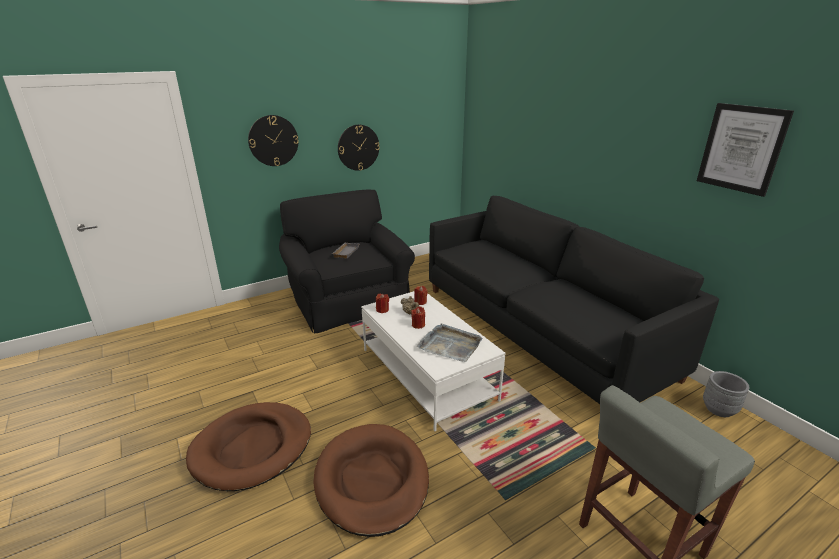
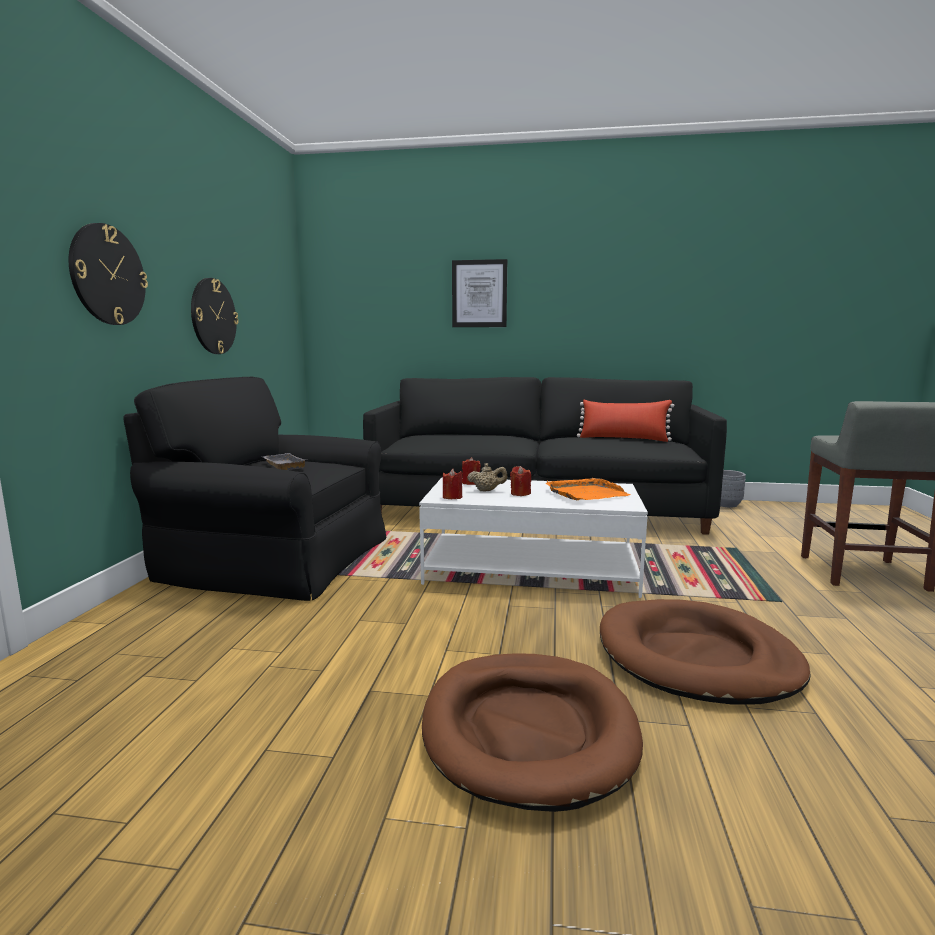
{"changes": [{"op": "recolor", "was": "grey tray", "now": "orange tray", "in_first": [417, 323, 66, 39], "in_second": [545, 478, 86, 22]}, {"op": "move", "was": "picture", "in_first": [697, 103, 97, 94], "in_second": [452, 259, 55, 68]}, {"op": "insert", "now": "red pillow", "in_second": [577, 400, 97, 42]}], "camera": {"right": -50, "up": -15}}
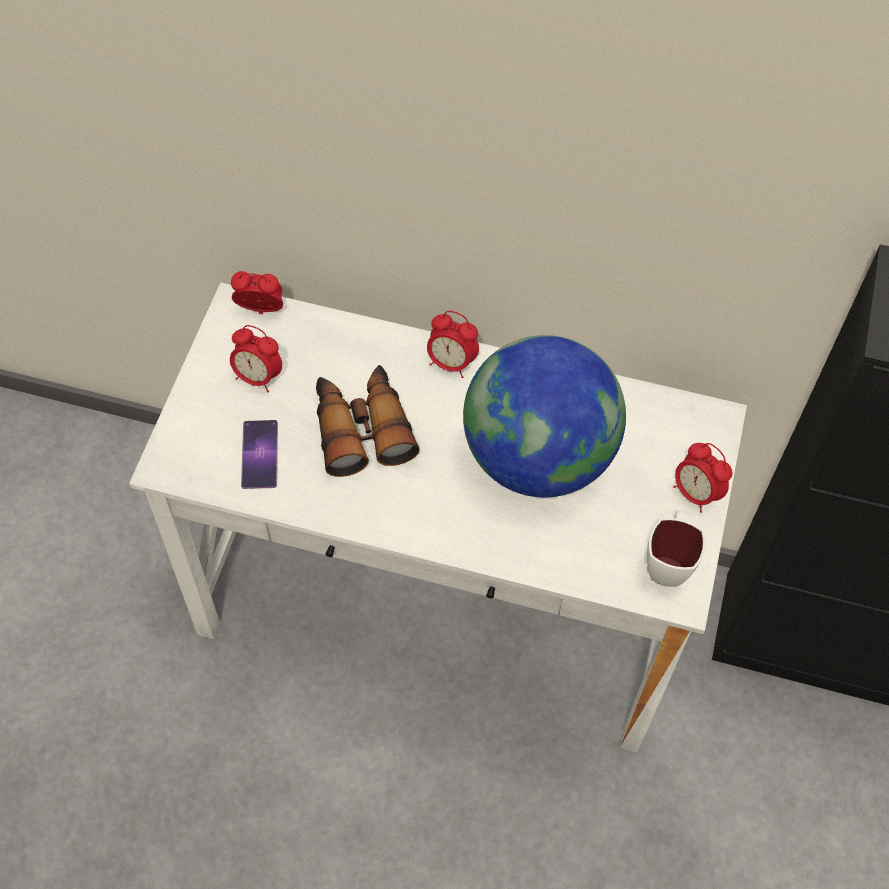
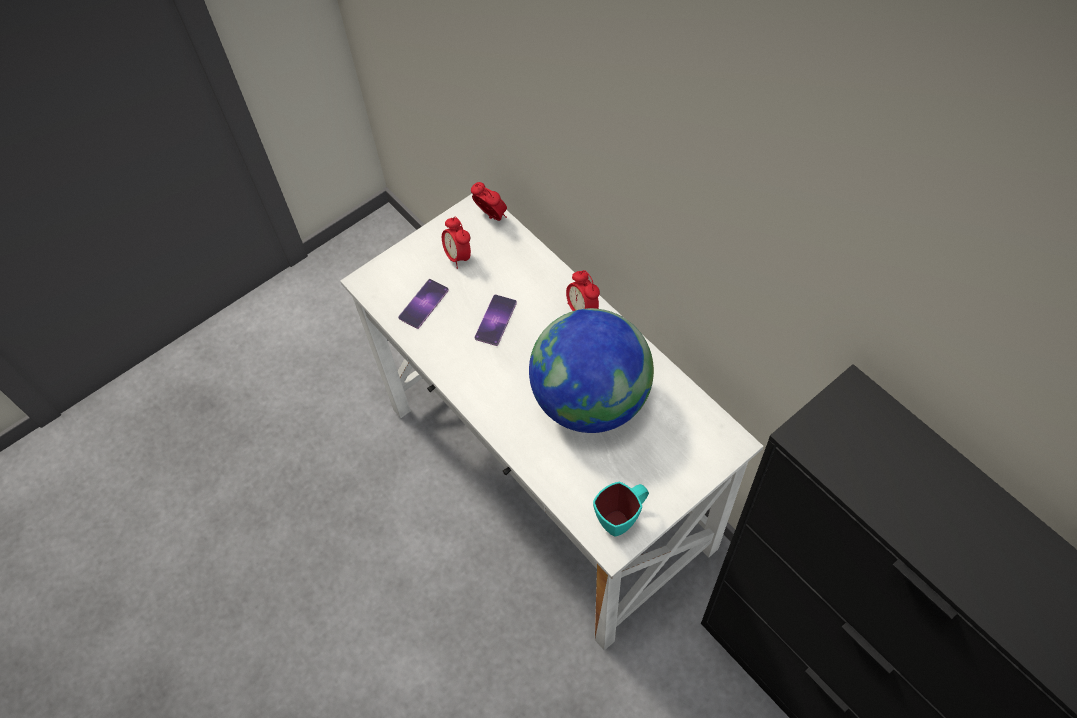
{"changes": [{"op": "replace", "was": "binoculars", "now": "phone", "in_first": [316, 365, 104, 112], "in_second": [474, 294, 43, 52]}, {"op": "recolor", "was": "white mug", "now": "turquoise mug", "in_first": [647, 510, 58, 77], "in_second": [593, 482, 56, 55]}, {"op": "delete", "was": "alarm clock", "in_first": [673, 443, 60, 70]}], "camera": {"right": 40, "up": 0}}
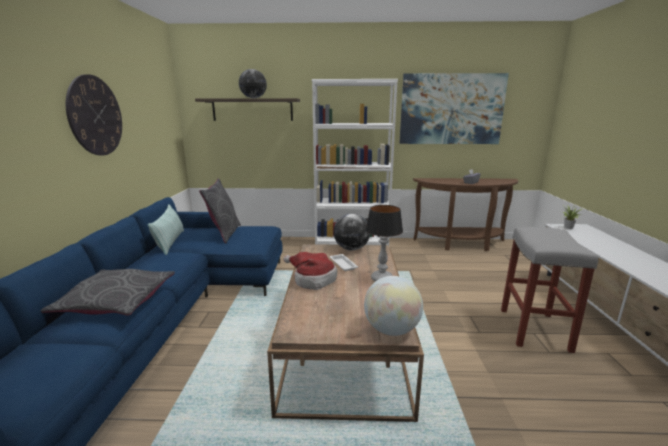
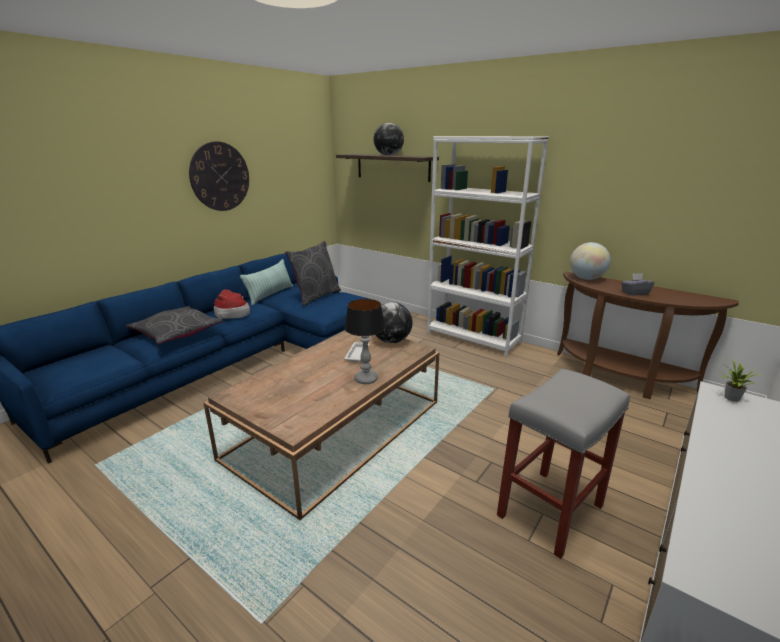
{"changes": [{"op": "move", "was": "hat", "in_first": [284, 252, 53, 38], "in_second": [214, 289, 36, 30]}, {"op": "move", "was": "globe", "in_first": [364, 276, 59, 60], "in_second": [570, 242, 40, 38]}, {"op": "delete", "was": "picture", "in_first": [399, 73, 110, 71]}], "camera": {"right": 35, "up": 5}}
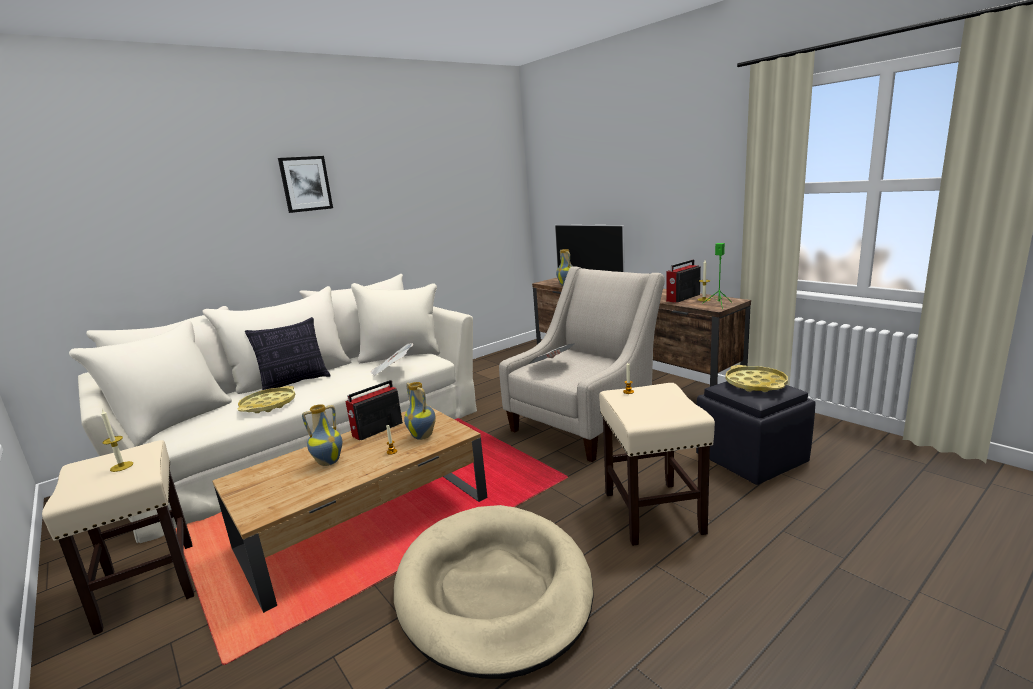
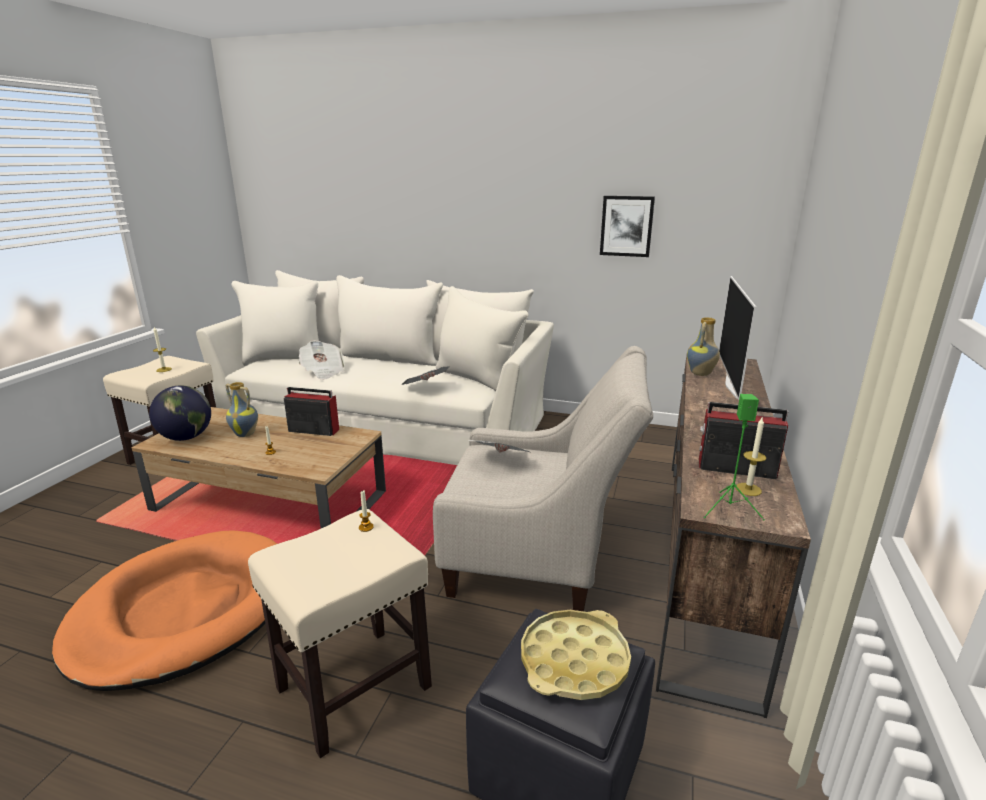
{"changes": [{"op": "replace", "was": "yellow tray", "now": "newspaper", "in_first": [238, 386, 57, 27], "in_second": [299, 340, 46, 40]}, {"op": "delete", "was": "pillow", "in_first": [245, 317, 86, 73]}, {"op": "move", "was": "picture", "in_first": [278, 156, 55, 57], "in_second": [600, 196, 55, 61]}, {"op": "recolor", "was": "beige dog bed", "now": "orange dog bed", "in_first": [394, 505, 200, 174], "in_second": [52, 530, 225, 161]}, {"op": "delete", "was": "vase", "in_first": [404, 382, 32, 58]}, {"op": "insert", "now": "globe", "in_second": [149, 385, 62, 56]}], "camera": {"right": 55, "up": 5}}
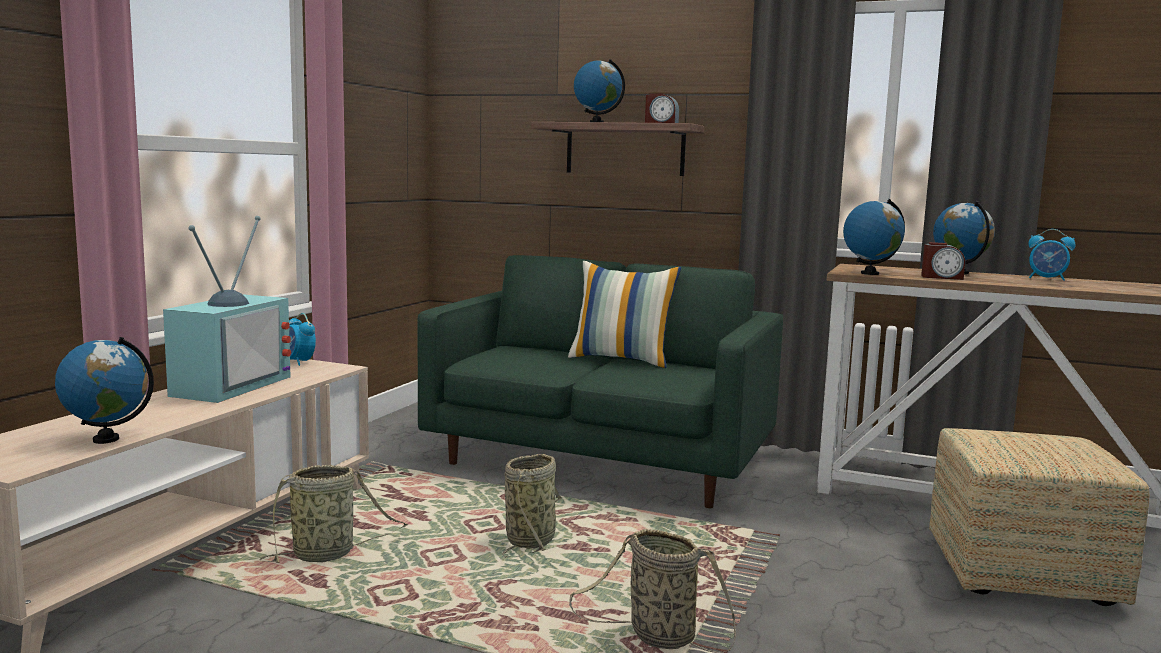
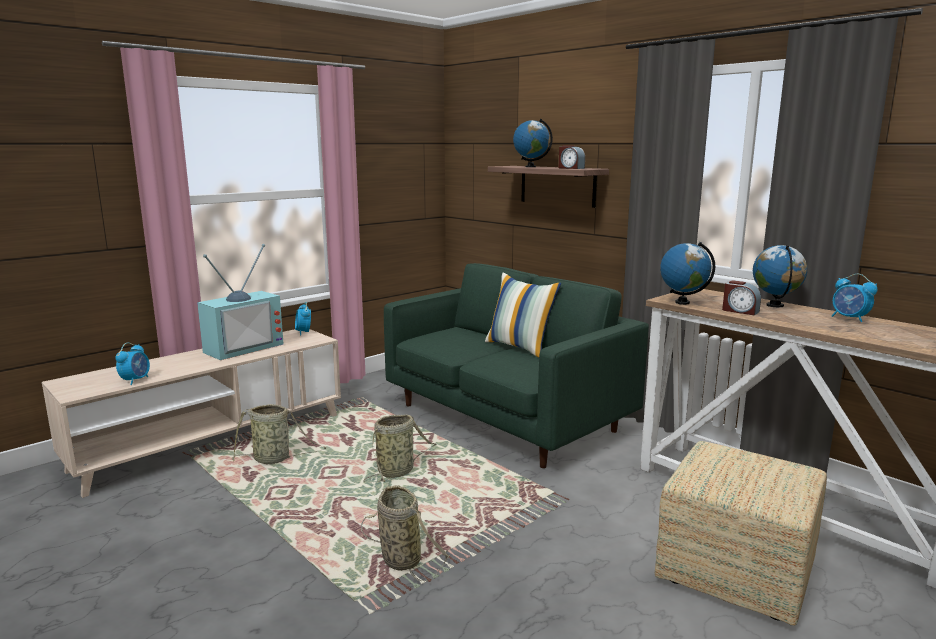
{"changes": [{"op": "replace", "was": "globe", "now": "alarm clock", "in_first": [55, 337, 99, 107], "in_second": [116, 343, 34, 42]}], "camera": {"right": 25, "up": 5}}
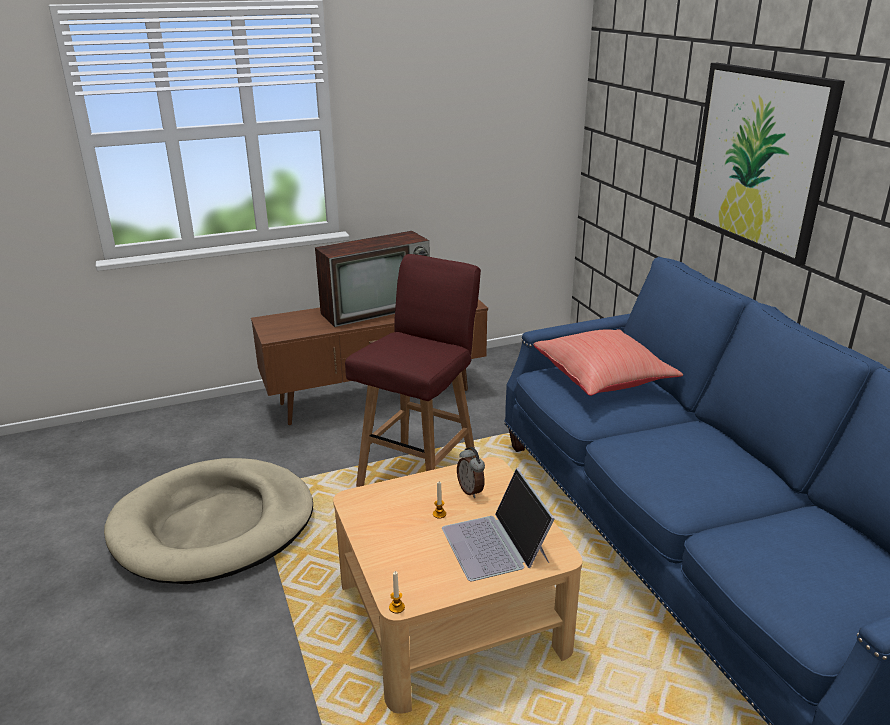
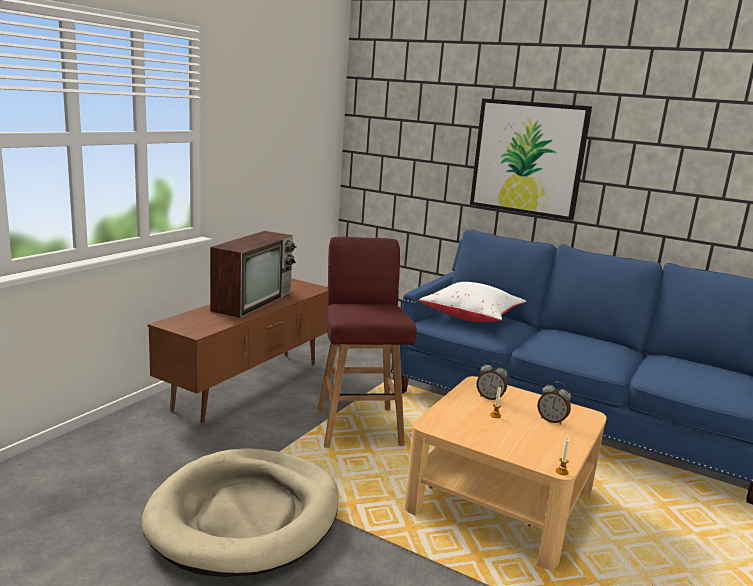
{"changes": [{"op": "replace", "was": "laptop", "now": "alarm clock", "in_first": [442, 468, 113, 113], "in_second": [538, 382, 33, 43]}, {"op": "recolor", "was": "red pillow", "now": "white pillow", "in_first": [533, 329, 150, 67], "in_second": [419, 282, 107, 40]}], "camera": {"right": -40, "up": -10}}
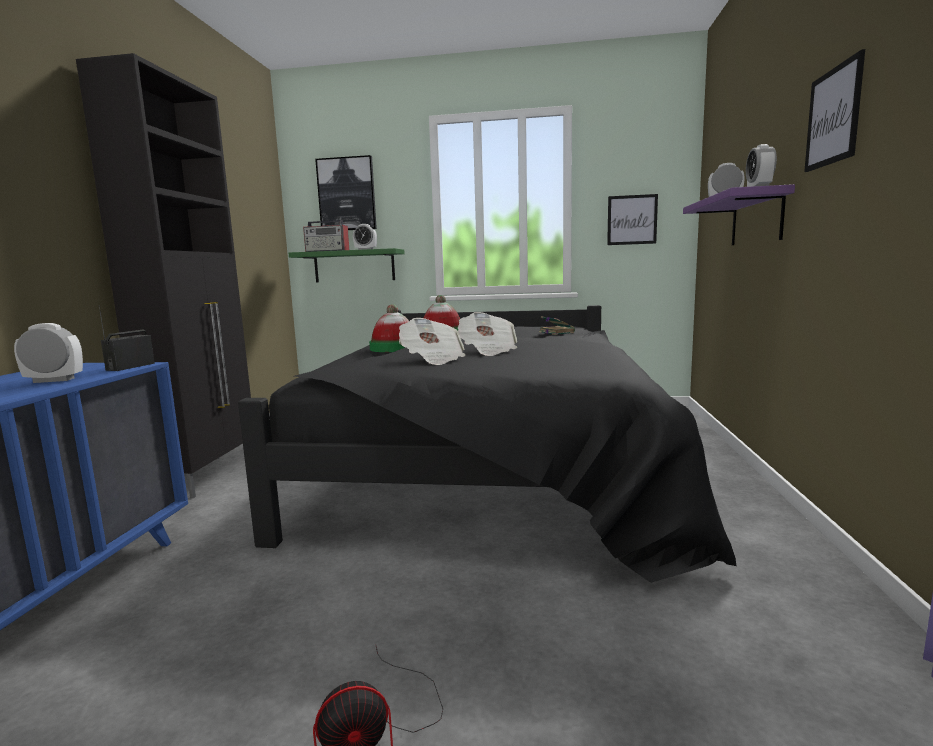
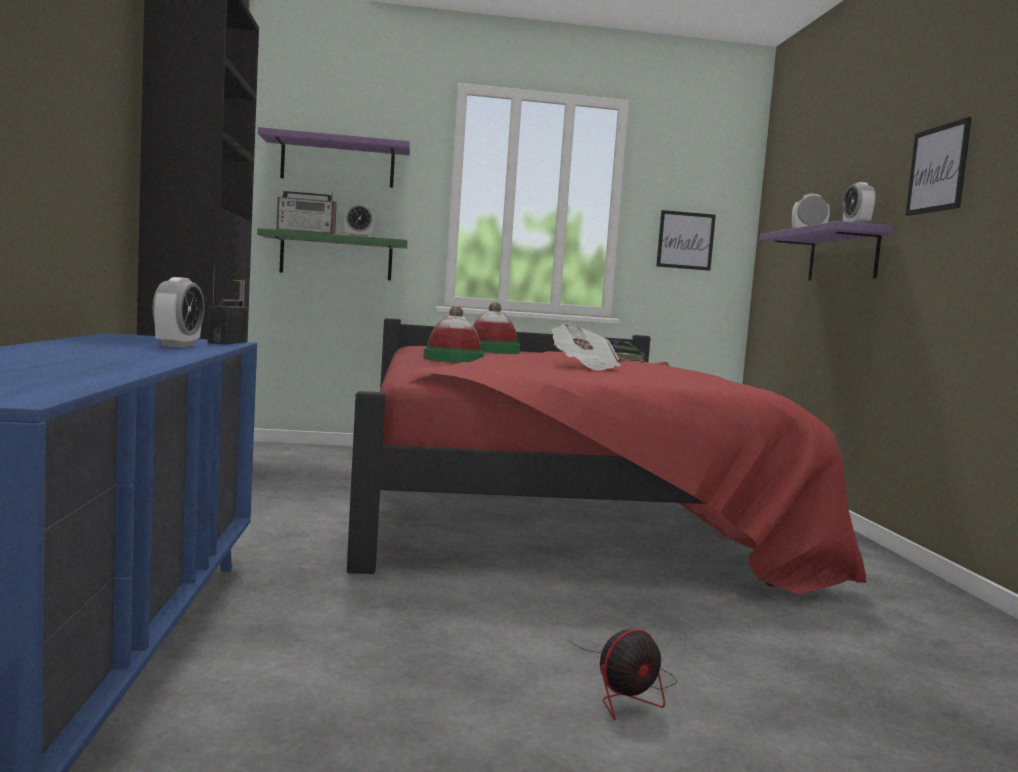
{"changes": [{"op": "rotate", "was": "alarm clock", "in_first": [14, 323, 69, 60], "in_second": [153, 277, 52, 71], "clockwise": 120}, {"op": "recolor", "was": "black bed", "now": "red bed", "in_first": [238, 305, 498, 278], "in_second": [347, 318, 519, 276]}, {"op": "replace", "was": "picture", "now": "purple shelf", "in_first": [315, 155, 62, 75], "in_second": [258, 127, 152, 61]}, {"op": "delete", "was": "newspaper", "in_first": [399, 318, 67, 47]}], "camera": {"right": -15, "up": -5}}
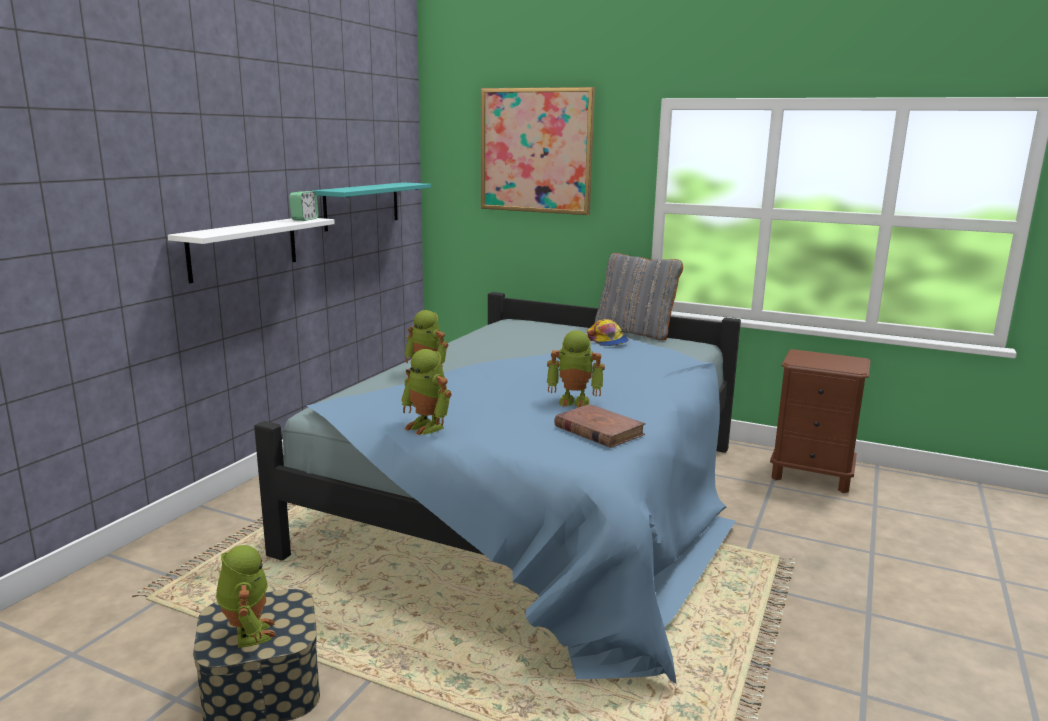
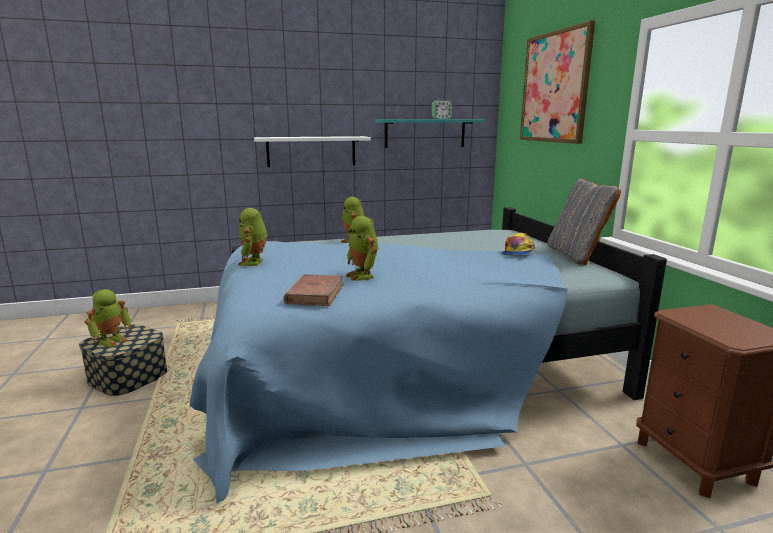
{"changes": [{"op": "move", "was": "alarm clock", "in_first": [289, 191, 30, 30], "in_second": [432, 100, 20, 19]}], "camera": {"right": 50, "up": 0}}
